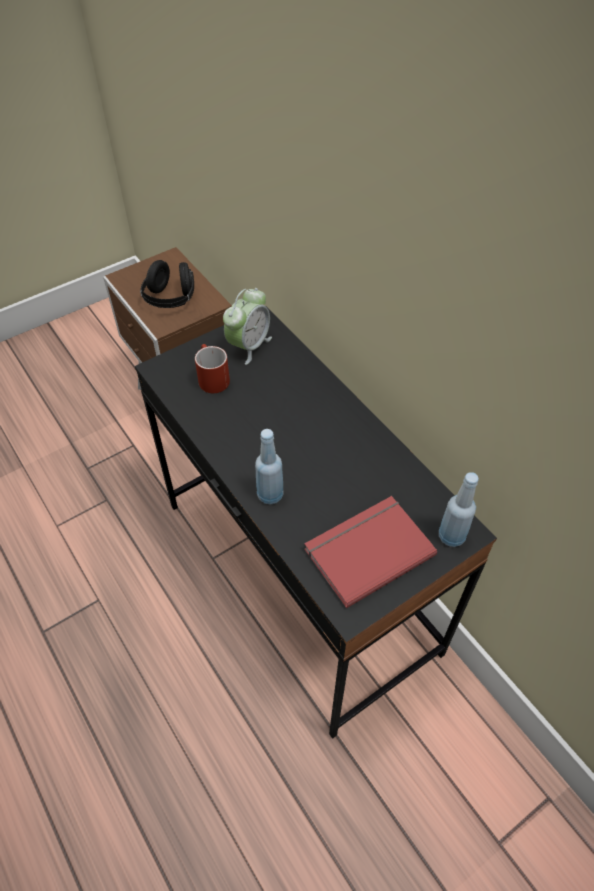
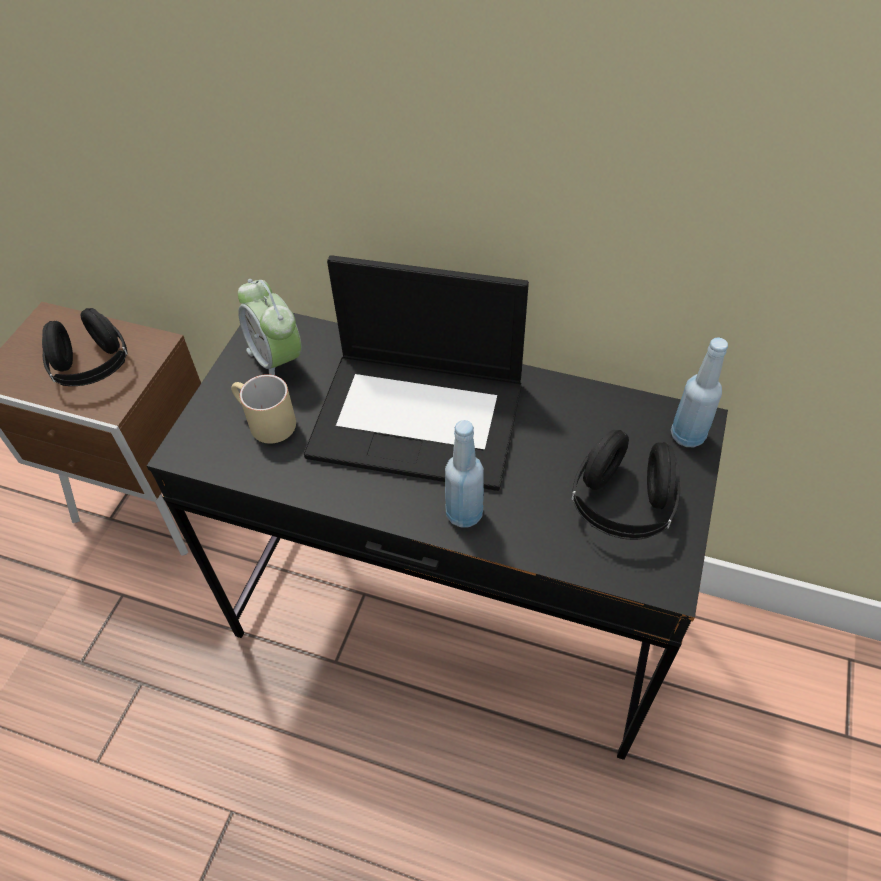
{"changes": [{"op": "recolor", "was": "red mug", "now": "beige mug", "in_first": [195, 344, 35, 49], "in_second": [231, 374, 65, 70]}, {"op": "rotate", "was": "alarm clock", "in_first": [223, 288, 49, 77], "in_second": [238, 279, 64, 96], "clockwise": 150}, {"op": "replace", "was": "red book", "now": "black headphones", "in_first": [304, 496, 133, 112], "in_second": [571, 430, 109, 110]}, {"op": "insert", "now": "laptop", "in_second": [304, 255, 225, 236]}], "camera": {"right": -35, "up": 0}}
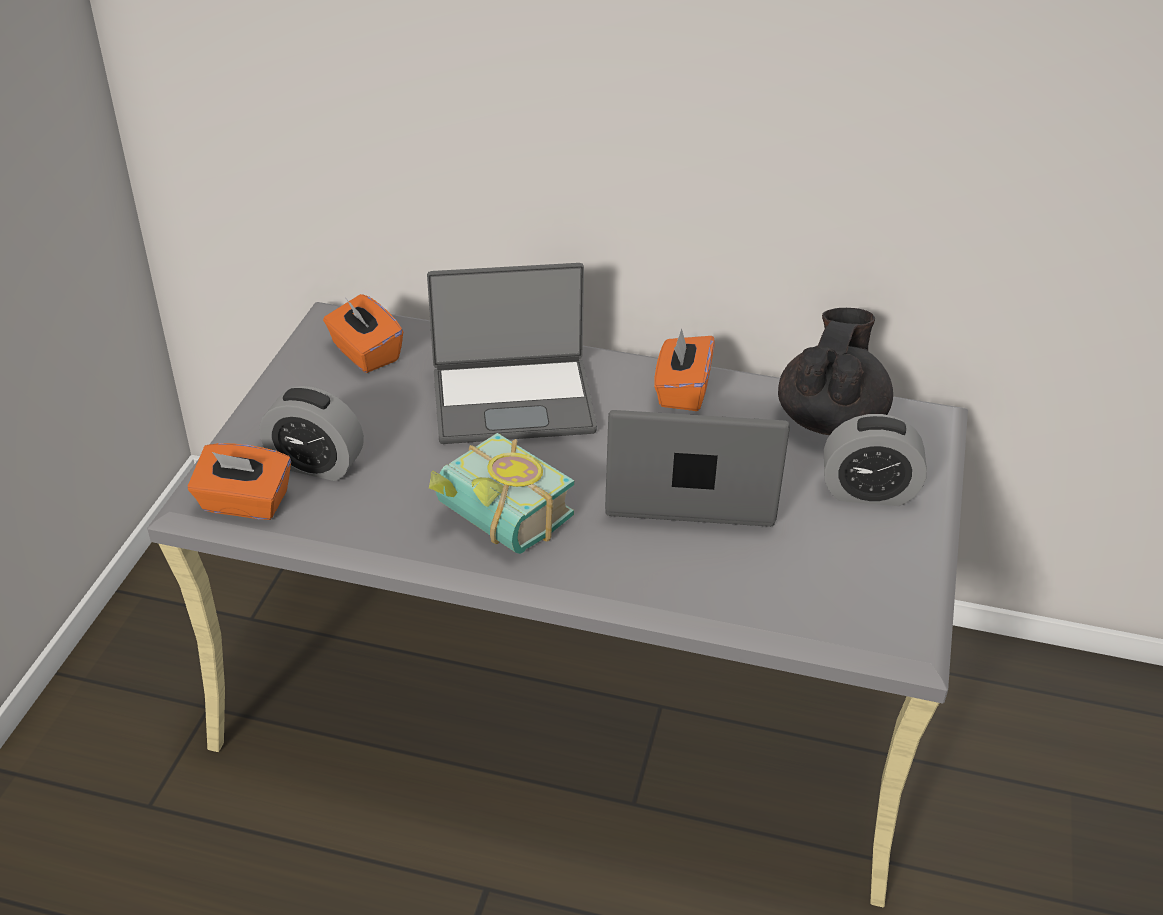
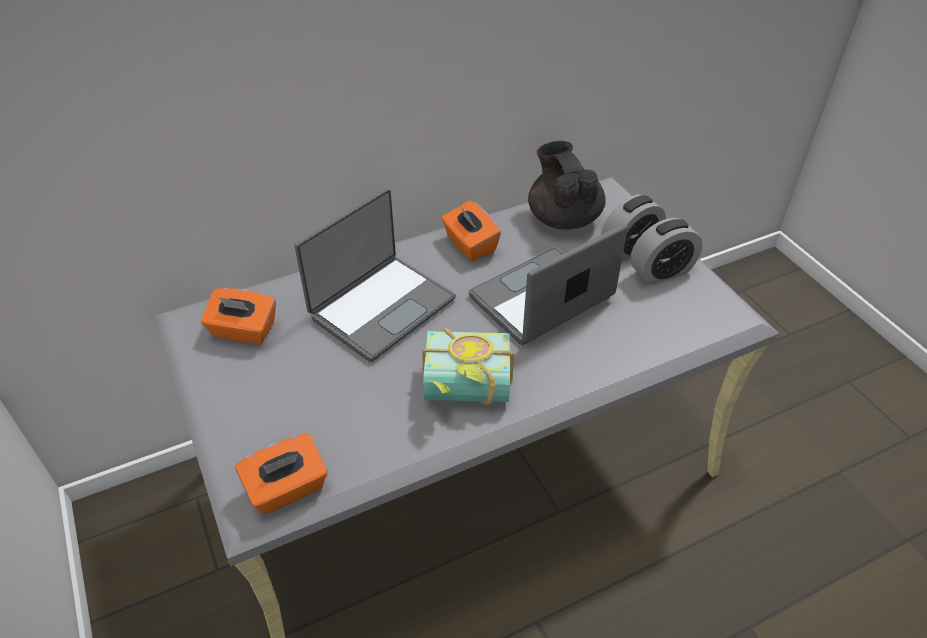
{"changes": [{"op": "move", "was": "alarm clock", "in_first": [260, 386, 104, 95], "in_second": [630, 218, 73, 67]}], "camera": {"right": -40, "up": 5}}
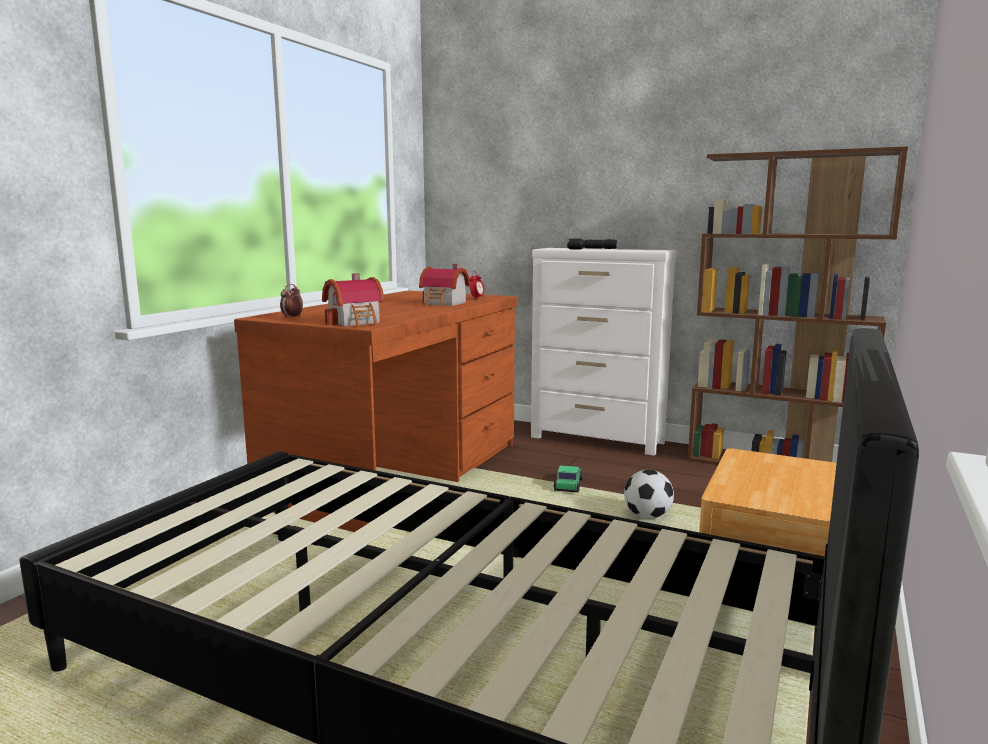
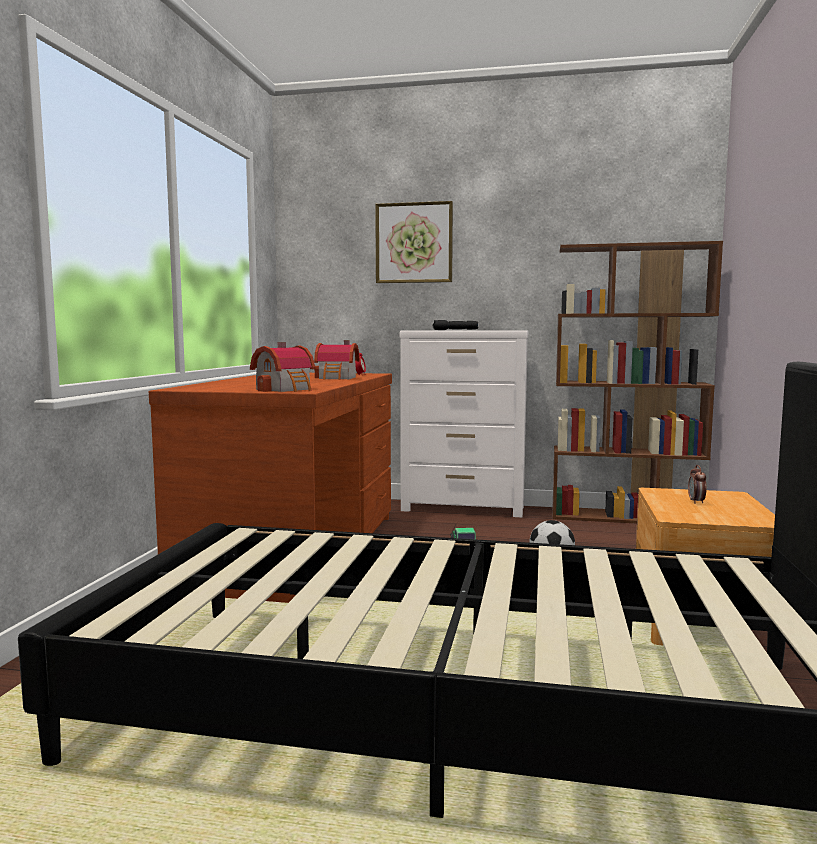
{"changes": [{"op": "move", "was": "alarm clock", "in_first": [280, 284, 23, 35], "in_second": [688, 465, 19, 39]}, {"op": "insert", "now": "picture", "in_second": [375, 201, 78, 82]}], "camera": {"right": -15, "up": -5}}
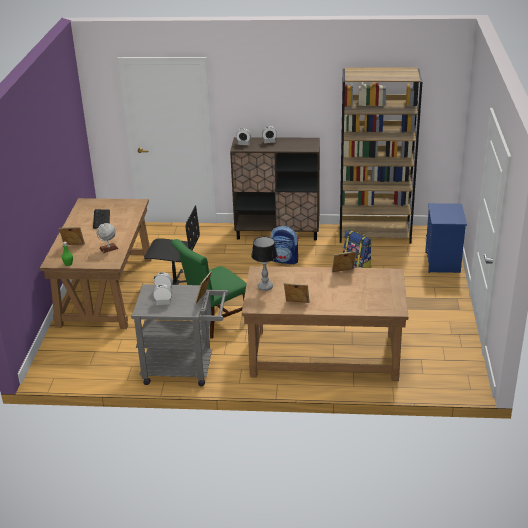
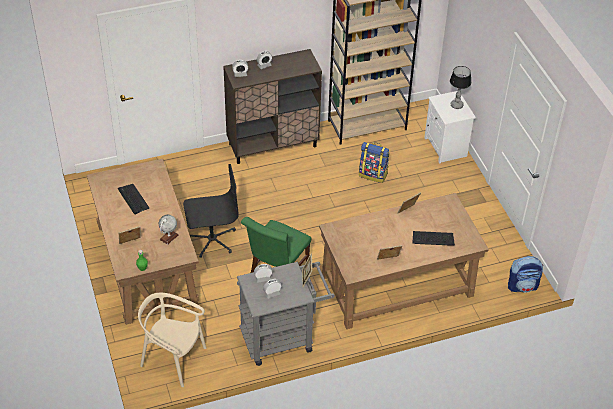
{"changes": [{"op": "move", "was": "table lamp", "in_first": [251, 236, 26, 55], "in_second": [450, 66, 21, 43]}, {"op": "move", "was": "backpack", "in_first": [270, 226, 29, 39], "in_second": [508, 256, 35, 37]}, {"op": "recolor", "was": "blue nightstand", "now": "white nightstand", "in_first": [425, 203, 42, 70], "in_second": [424, 91, 52, 73]}, {"op": "insert", "now": "beige chair", "in_second": [138, 293, 69, 94]}, {"op": "insert", "now": "keyboard", "in_second": [412, 231, 43, 15]}], "camera": {"right": -25, "up": 15}}
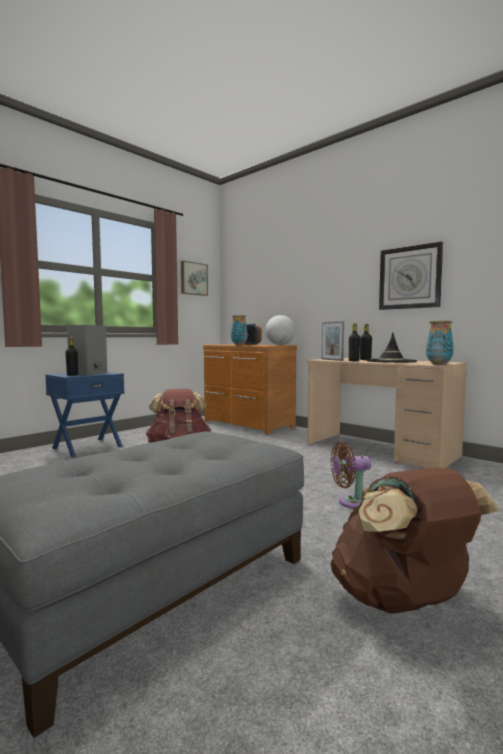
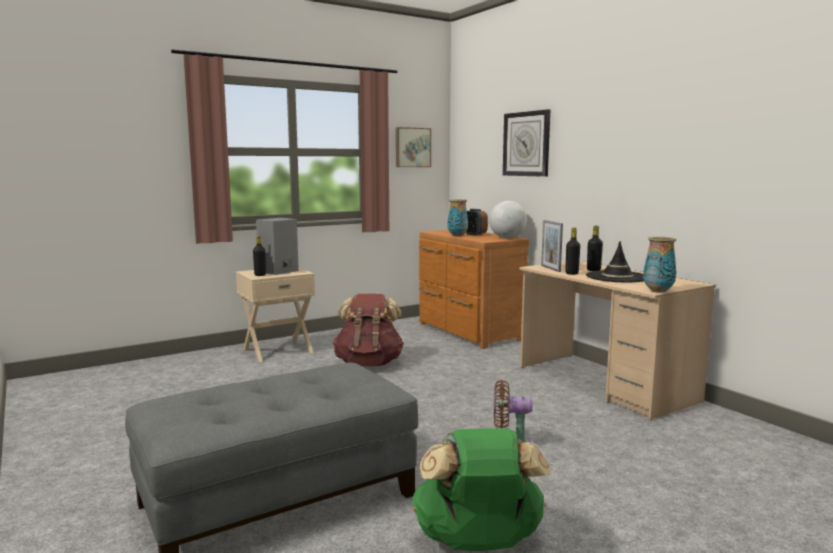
{"changes": [{"op": "recolor", "was": "blue nightstand", "now": "beige nightstand", "in_first": [45, 372, 79, 86], "in_second": [236, 268, 79, 95]}, {"op": "recolor", "was": "brown backpack", "now": "green backpack", "in_first": [330, 467, 170, 147], "in_second": [411, 428, 139, 123]}, {"op": "move", "was": "wall clock", "in_first": [379, 242, 64, 68], "in_second": [503, 109, 47, 68]}], "camera": {"right": 15, "up": 5}}
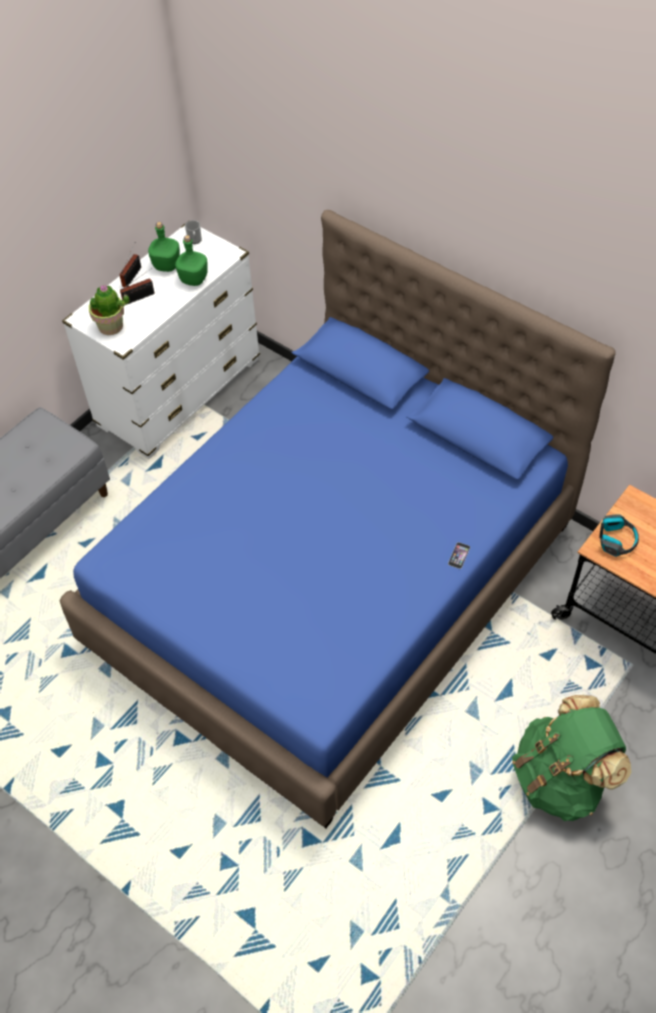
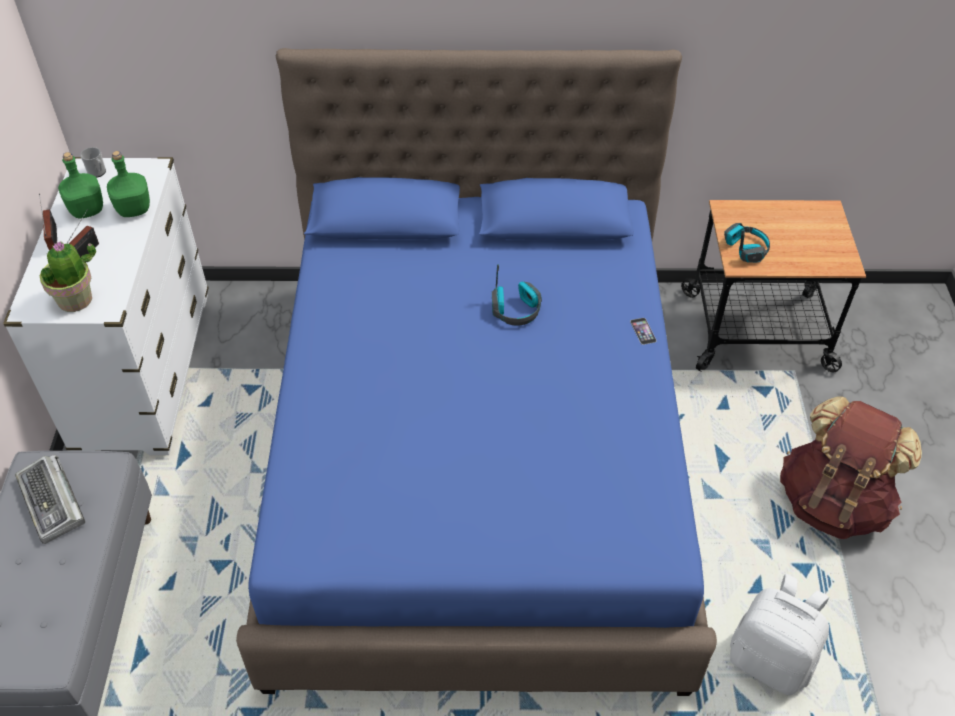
{"changes": [{"op": "recolor", "was": "green backpack", "now": "brown backpack", "in_first": [512, 695, 120, 126], "in_second": [780, 396, 142, 143]}, {"op": "insert", "now": "keyboard", "in_second": [15, 455, 70, 89]}, {"op": "insert", "now": "headphones", "in_second": [492, 264, 50, 62]}, {"op": "insert", "now": "white backpack", "in_second": [730, 574, 99, 121]}], "camera": {"right": -40, "up": -5}}
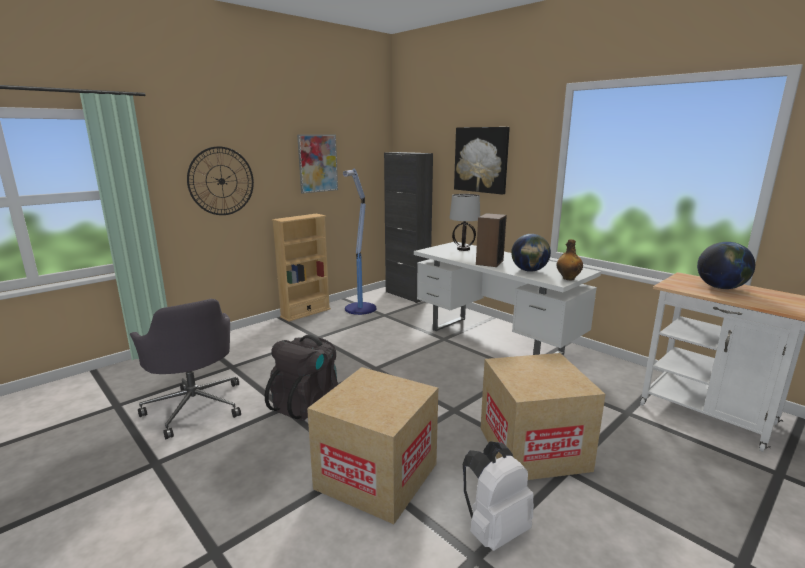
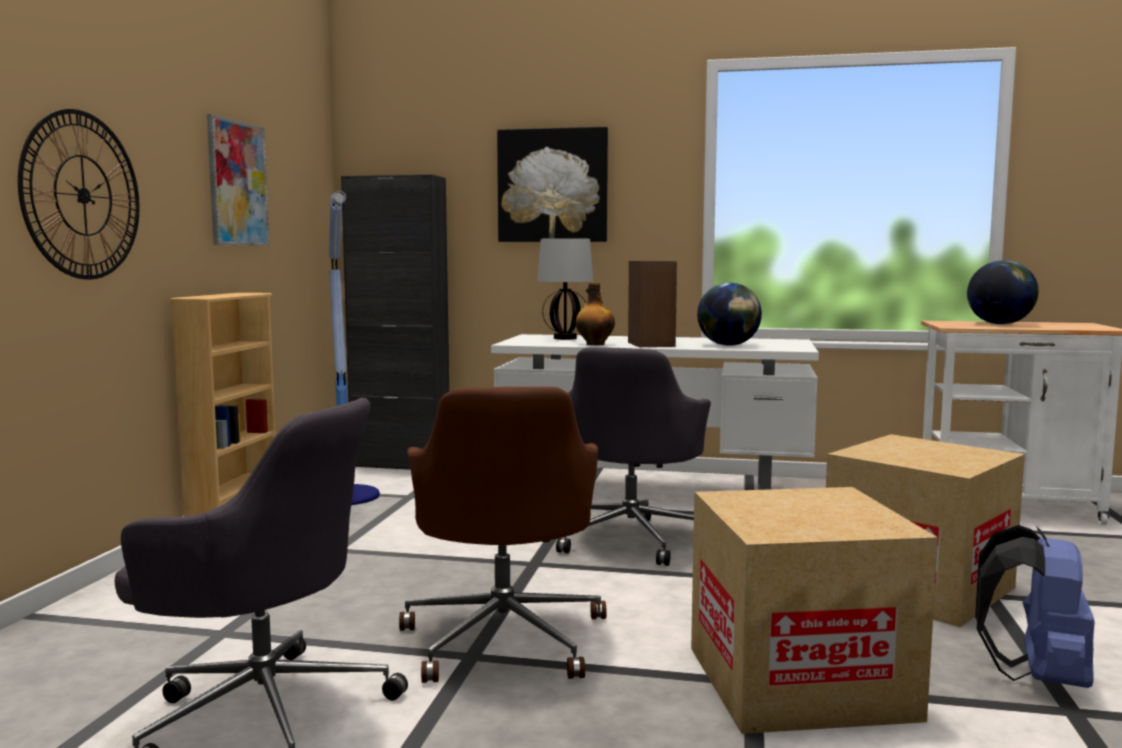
{"changes": [{"op": "replace", "was": "black backpack", "now": "brown office chair", "in_first": [265, 335, 73, 86], "in_second": [399, 387, 208, 296]}, {"op": "recolor", "was": "white backpack", "now": "blue backpack", "in_first": [463, 441, 71, 110], "in_second": [975, 525, 120, 163]}, {"op": "move", "was": "bottle", "in_first": [556, 239, 27, 41], "in_second": [575, 282, 40, 63]}, {"op": "insert", "now": "grey office chair", "in_second": [556, 347, 155, 219]}], "camera": {"right": -35, "up": -10}}
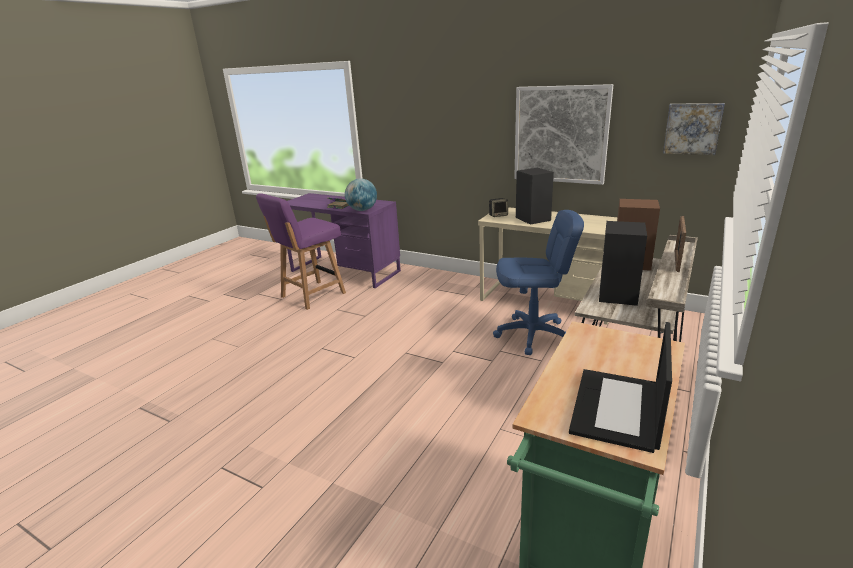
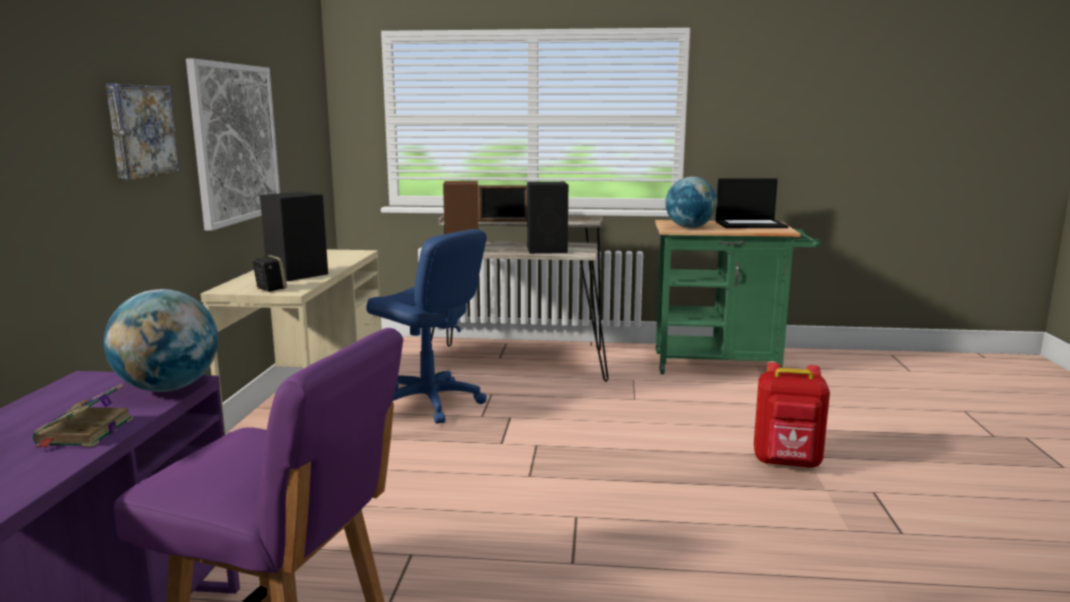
{"changes": [{"op": "rotate", "was": "blue office chair", "in_first": [493, 210, 91, 145], "in_second": [366, 229, 121, 195], "clockwise": 150}, {"op": "move", "was": "picture", "in_first": [663, 103, 62, 52], "in_second": [106, 84, 74, 96]}, {"op": "insert", "now": "globe", "in_second": [665, 177, 52, 51]}, {"op": "insert", "now": "red backpack", "in_second": [754, 362, 76, 106]}], "camera": {"right": -115, "up": -10}}
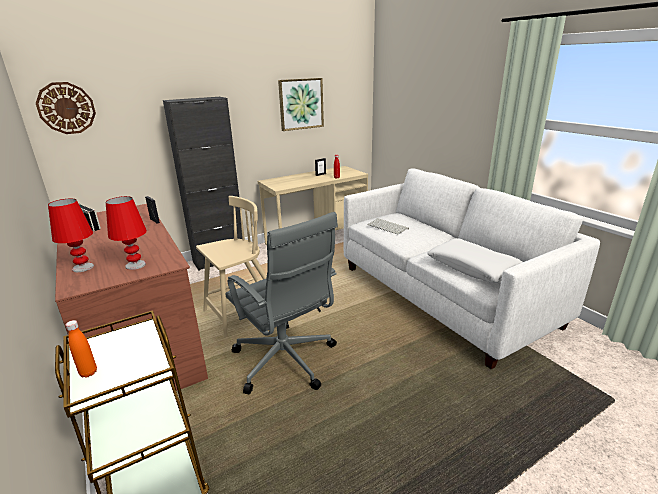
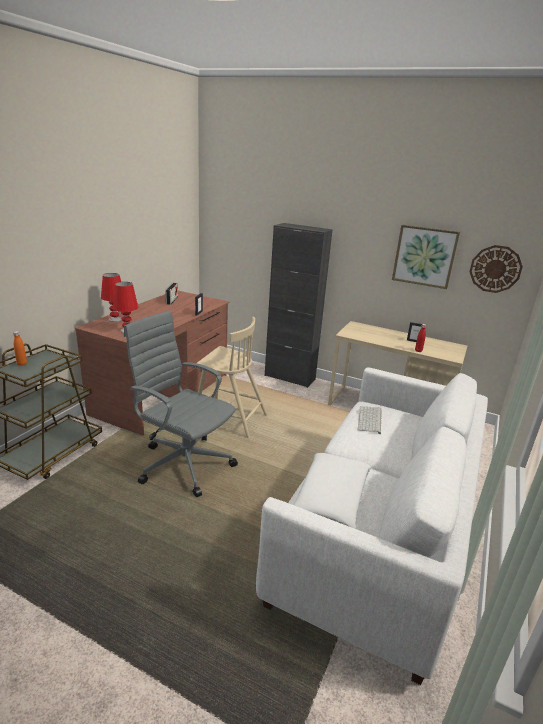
{"changes": [{"op": "move", "was": "wall clock", "in_first": [36, 82, 60, 52], "in_second": [469, 245, 54, 48]}, {"op": "rotate", "was": "grey office chair", "in_first": [225, 212, 113, 182], "in_second": [124, 311, 114, 186], "clockwise": 105}], "camera": {"right": 55, "up": 0}}
